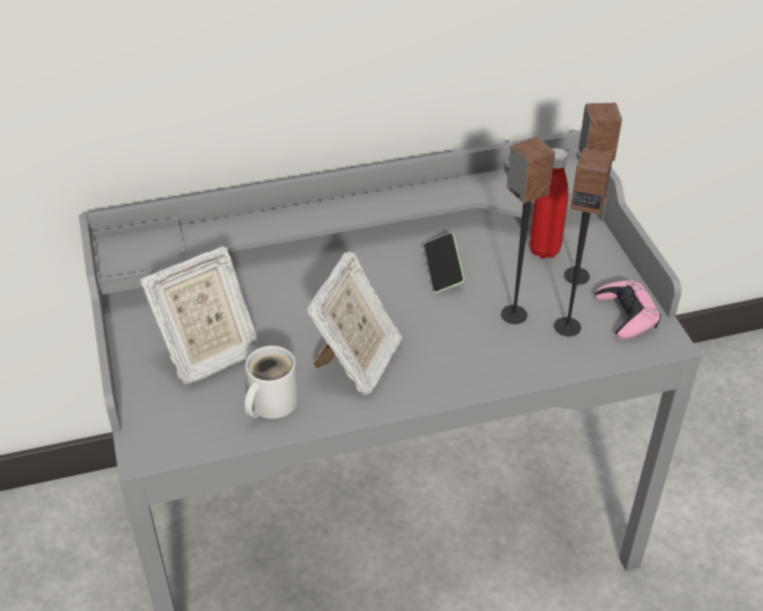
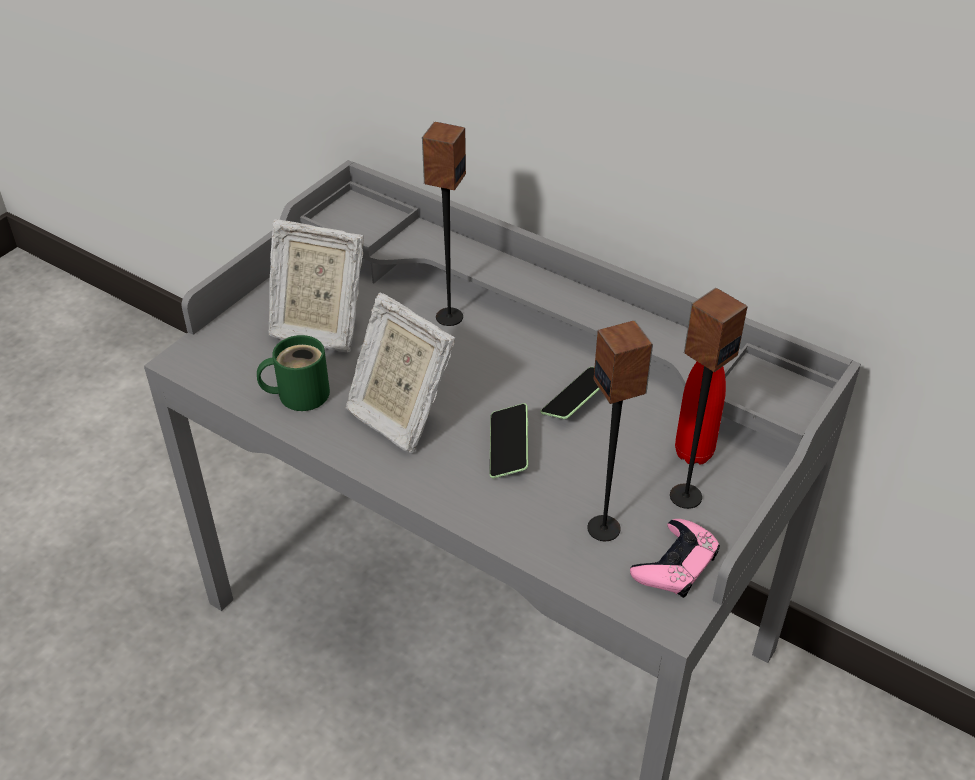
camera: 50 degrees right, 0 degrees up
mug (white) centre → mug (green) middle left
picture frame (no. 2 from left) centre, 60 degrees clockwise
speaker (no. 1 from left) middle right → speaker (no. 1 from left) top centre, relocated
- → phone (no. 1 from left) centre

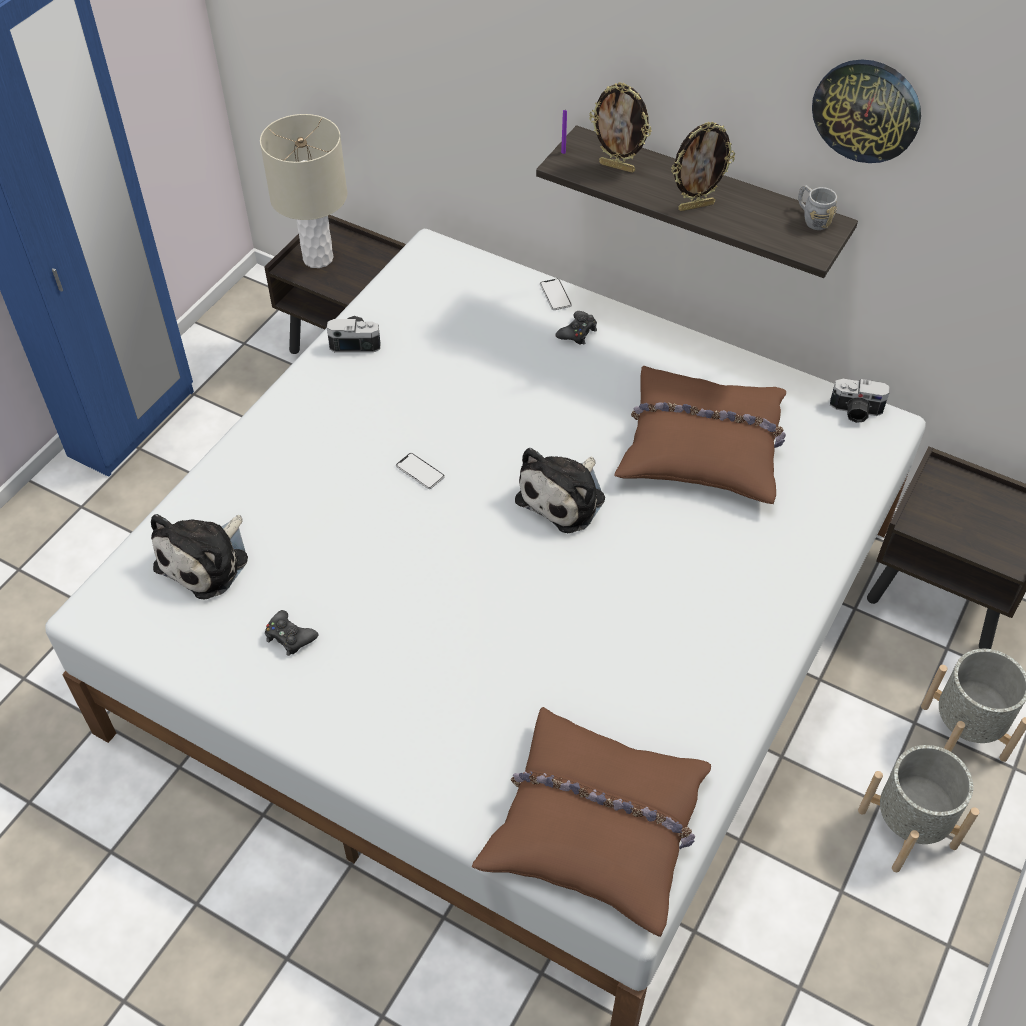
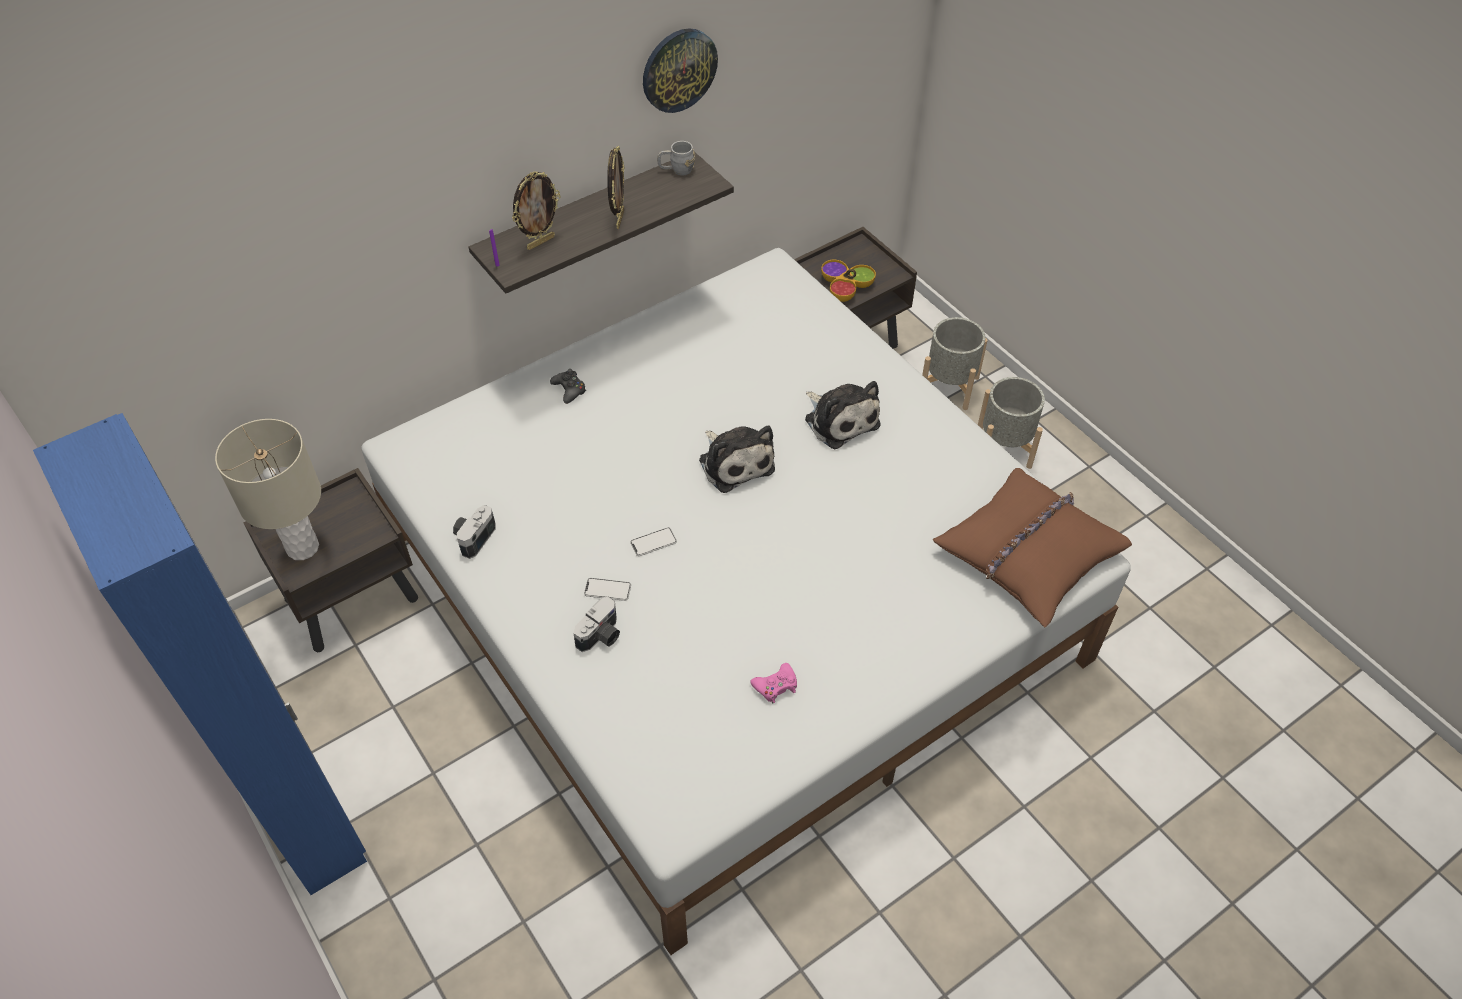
camera: 65 degrees left, 0 degrees up
plush toy (no. 1 from left in the first image) middle left → plush toy (no. 2 from left) centre, relocated
game controller (black) (no. 1 from left) middle left → game controller (pink) bottom centre
phone (no. 2 from left in the first image) top centre → phone (no. 1 from left) centre, relocated
pillow (brown) (no. 2 from left) middle right → -
photo camera (no. 2 from left) middle right → photo camera (no. 2 from left) centre, relocated
- → bowl top centre

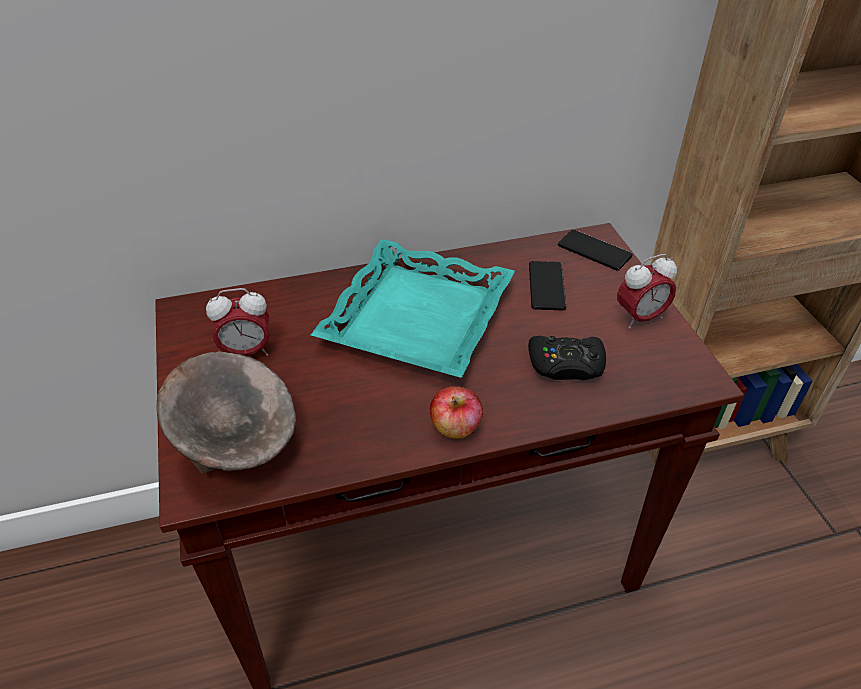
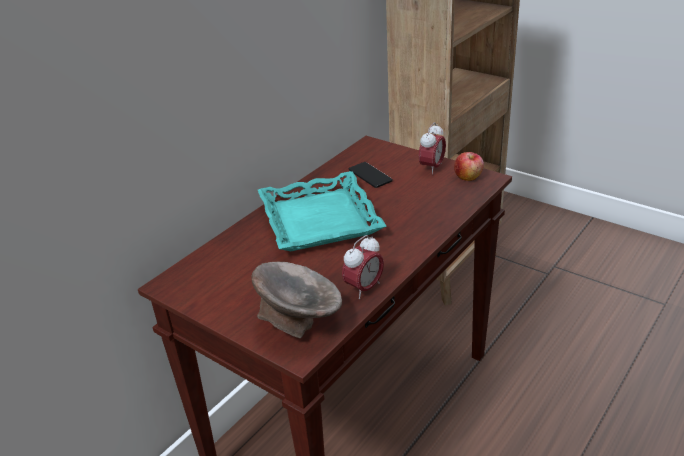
camera: 35 degrees left, 10 degrees down
alarm clock (no. 1 from left) middle left → alarm clock (no. 1 from left) centre, relocated
apple centre → apple middle right, relocated
game controller (black) centre → -
phone (no. 2 from left) middle right → -

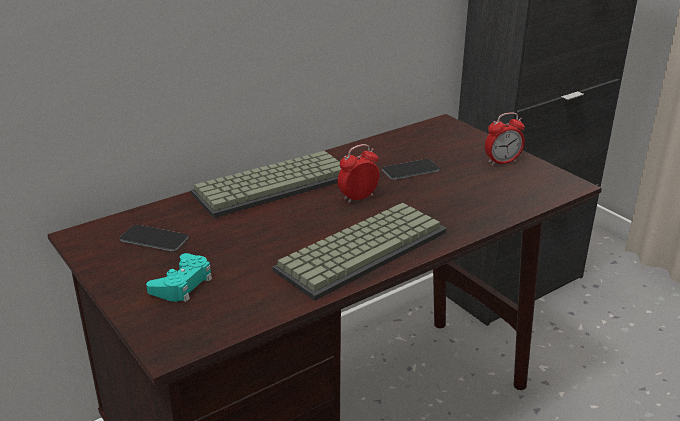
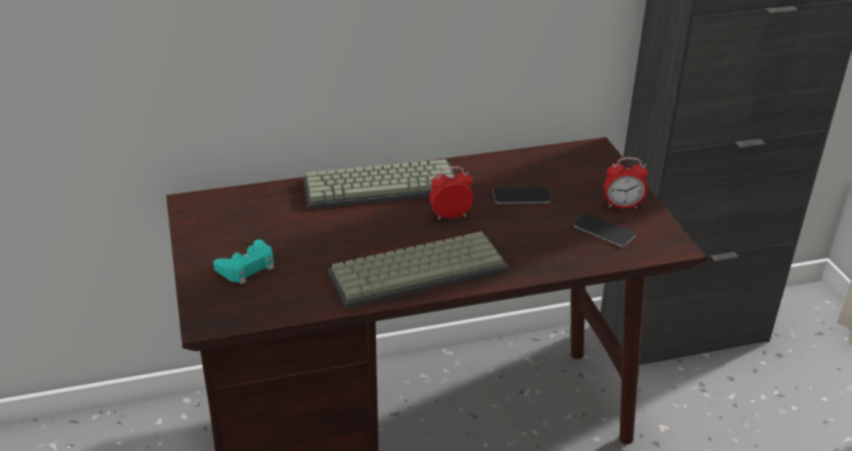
camera: 20 degrees right, 5 degrees up
phone (no. 1 from left in the first image) middle left → phone (no. 2 from left) middle right, relocated

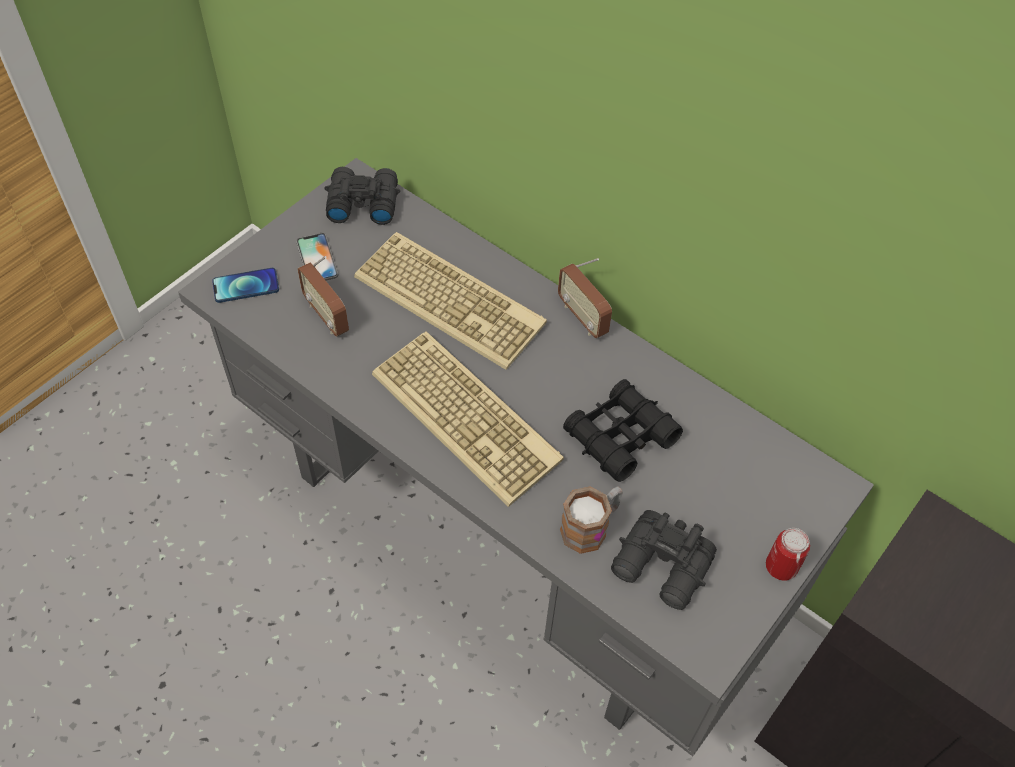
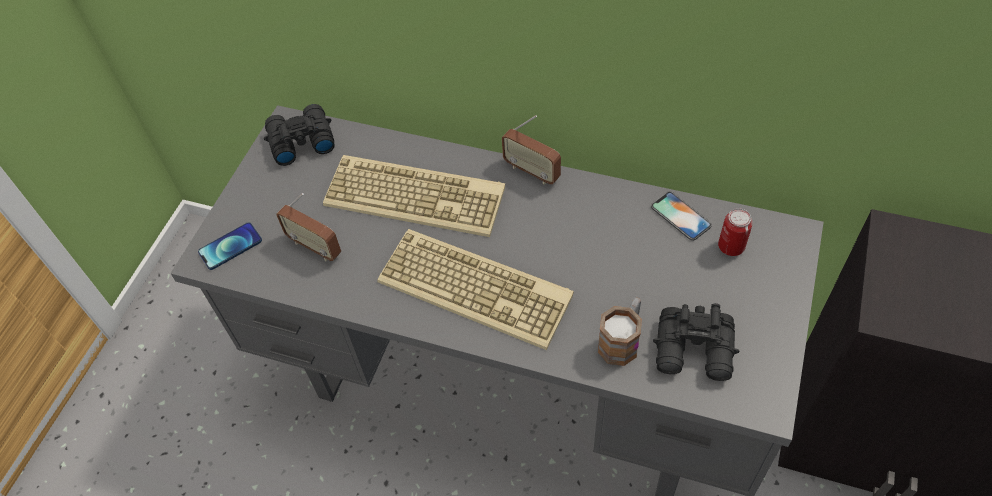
camera: 15 degrees left, 0 degrees up
phone (no. 2 from left) middle left → phone (no. 2 from left) middle right, relocated
binoculars (black) (no. 2 from left) centre → -
can bottom right → can middle right, relocated

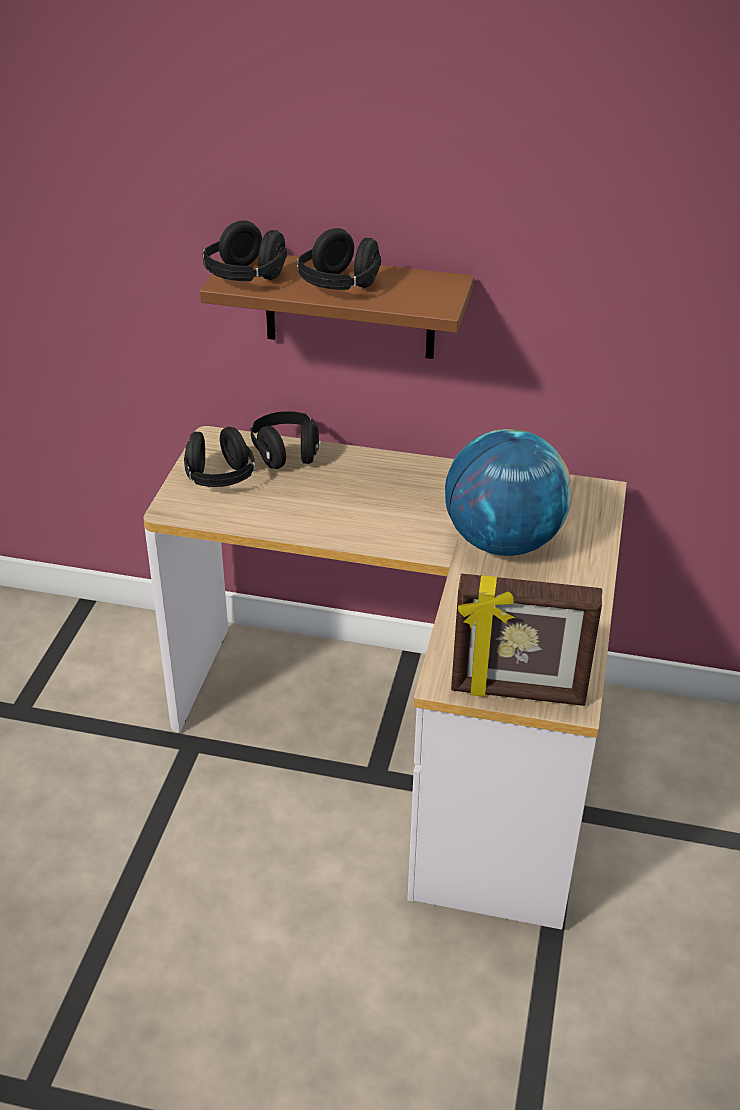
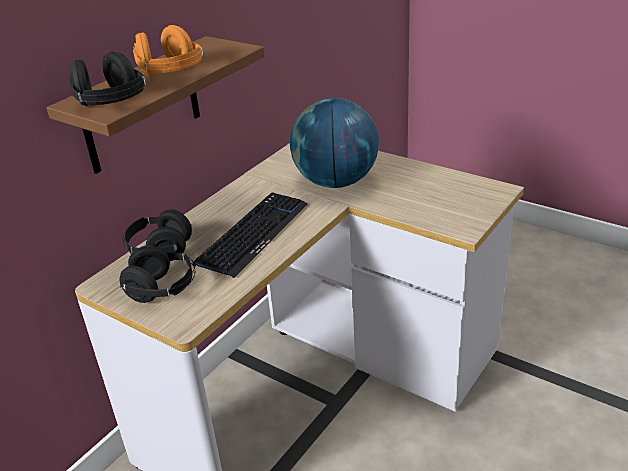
camera: 65 degrees left, 5 degrees down
headphones (black) (no. 4 from left) top centre → headphones (orange) top left
picture frame middle right → -
- → keyboard centre

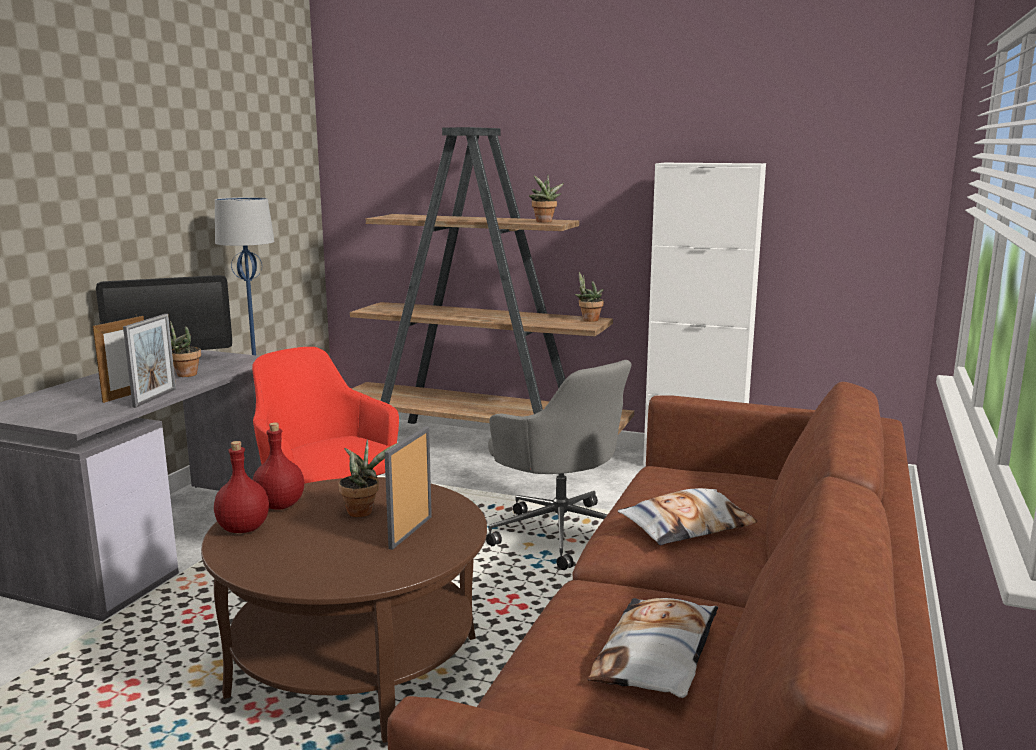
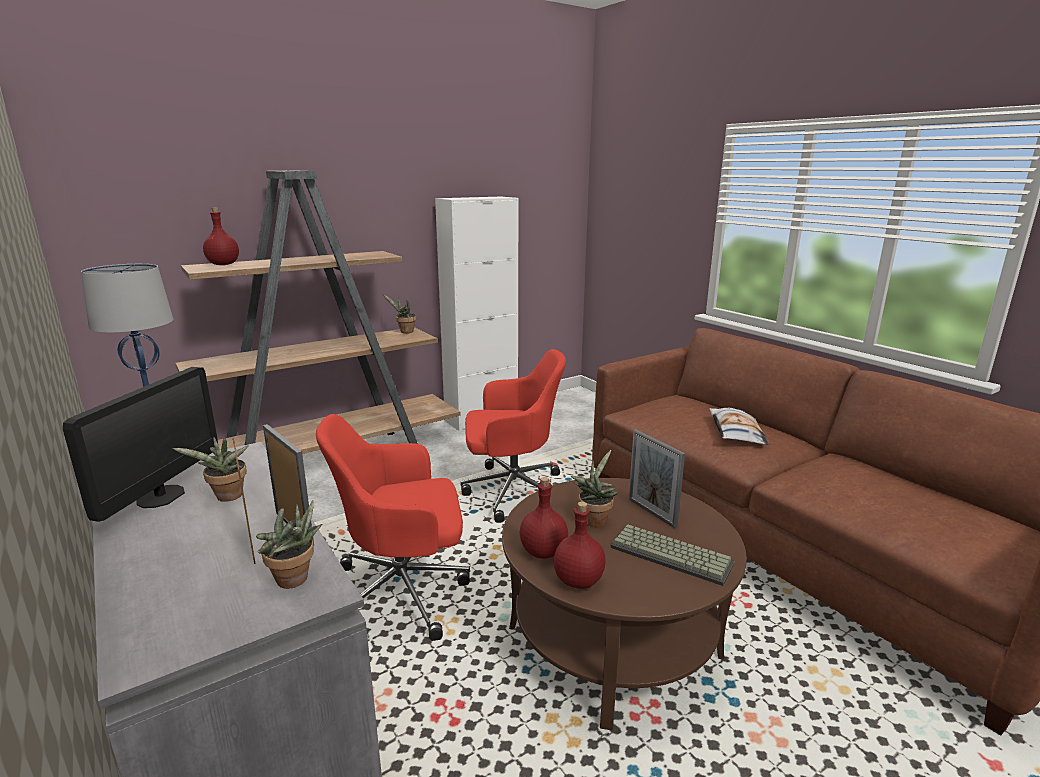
camera: 55 degrees left, 5 degrees up
office chair (grey) centre → office chair (red) (no. 2 from left) centre
potted plant (no. 3 from left in the first image) top centre → potted plant (no. 2 from left) bottom left, relocated
pillow (no. 1 from left) bottom centre → -
- → bottle (red) (no. 1 from left) top left
- → keyboard bottom centre

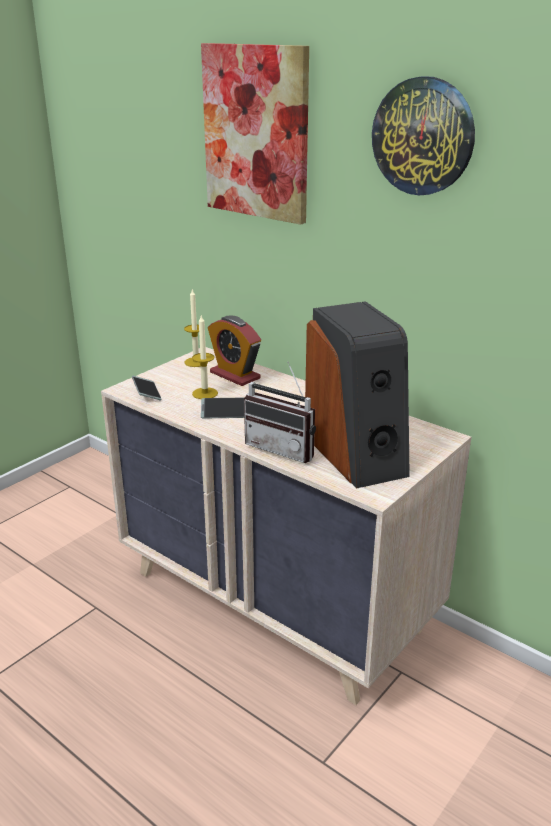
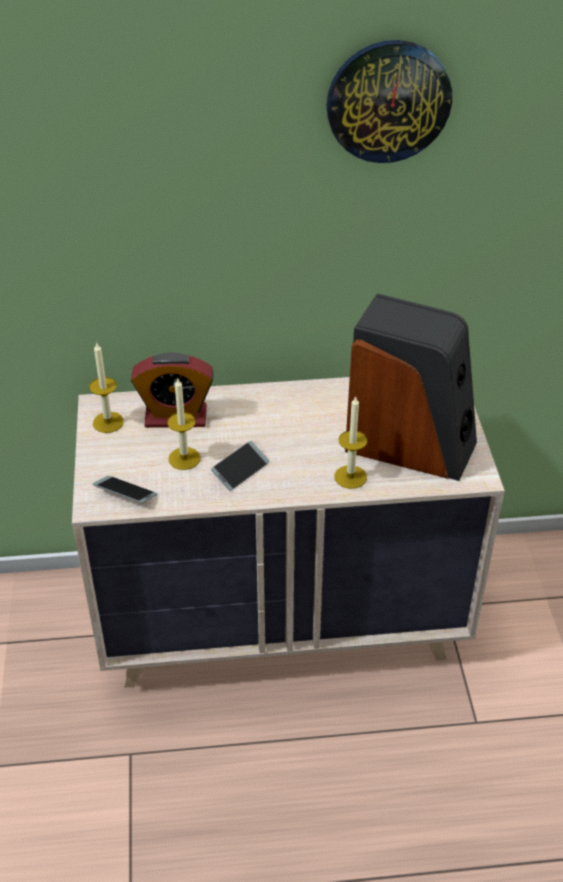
camera: 45 degrees left, 15 degrees up
picture top centre → -
radio centre → candle (no. 3 from left) centre

